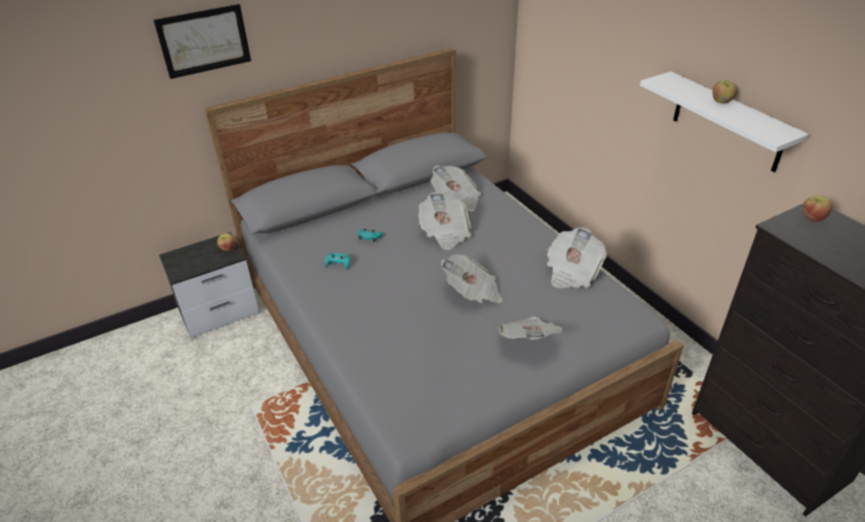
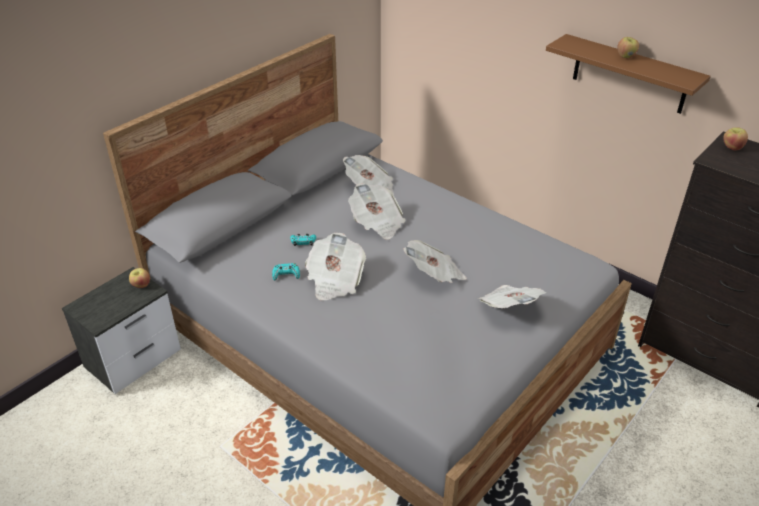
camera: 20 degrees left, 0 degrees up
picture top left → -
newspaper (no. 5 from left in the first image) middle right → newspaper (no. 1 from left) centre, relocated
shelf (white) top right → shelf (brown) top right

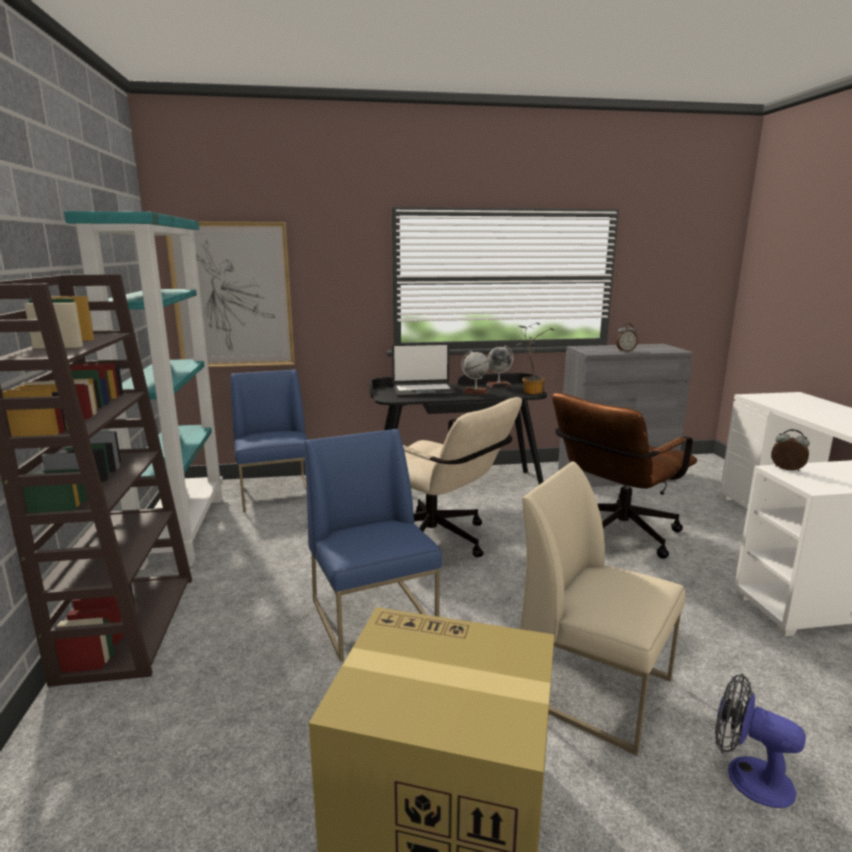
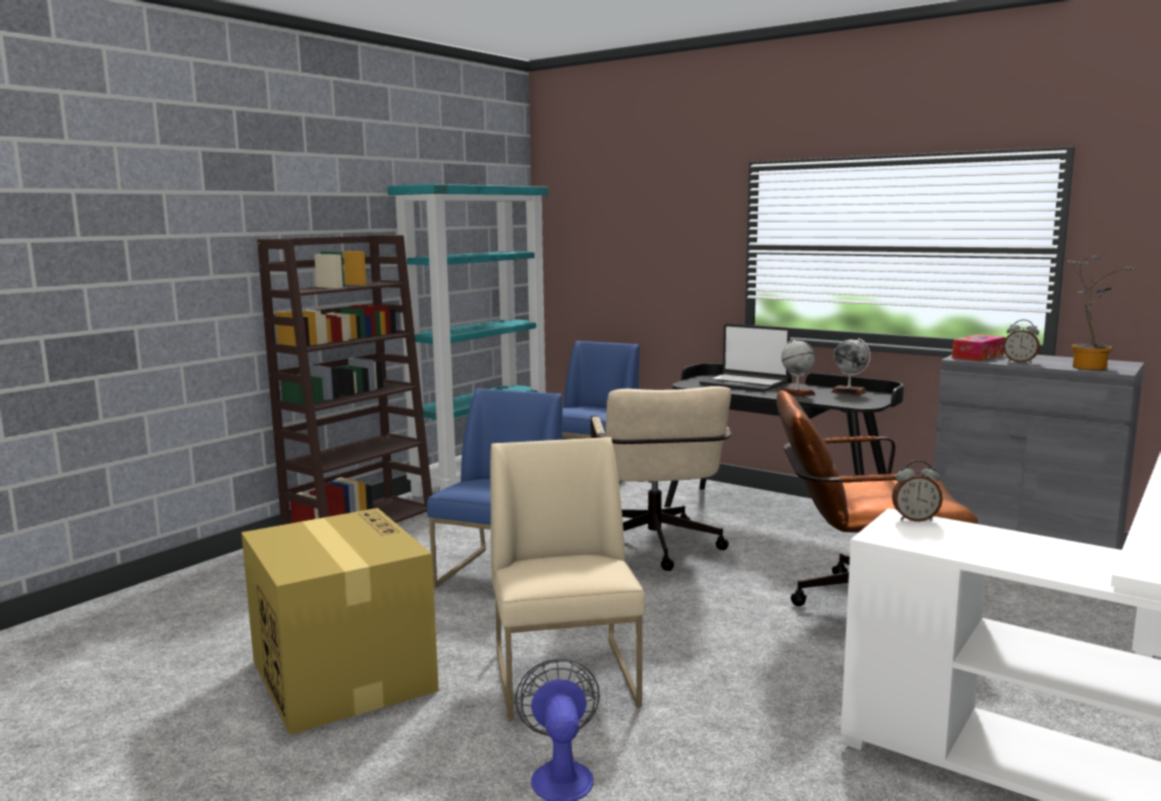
camera: 45 degrees right, 5 degrees down
picture middle left → -
potted plant centre → potted plant middle right, relocated
alarm clock (no. 2 from left in the first image) middle right → alarm clock (no. 1 from left) middle right, 105 degrees clockwise
- → tissue box middle right

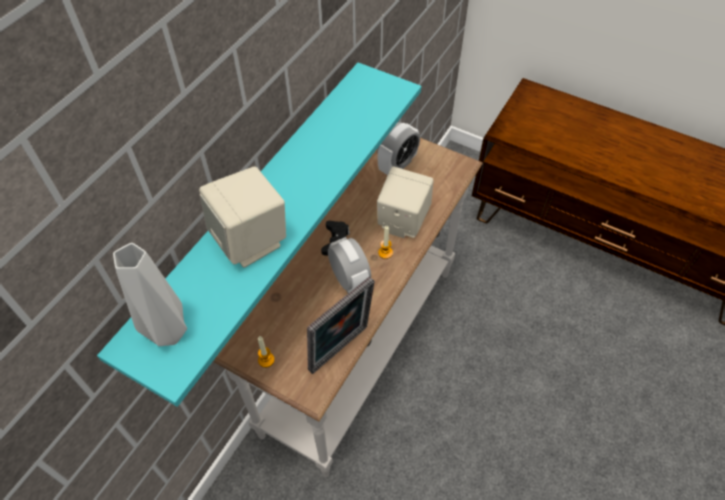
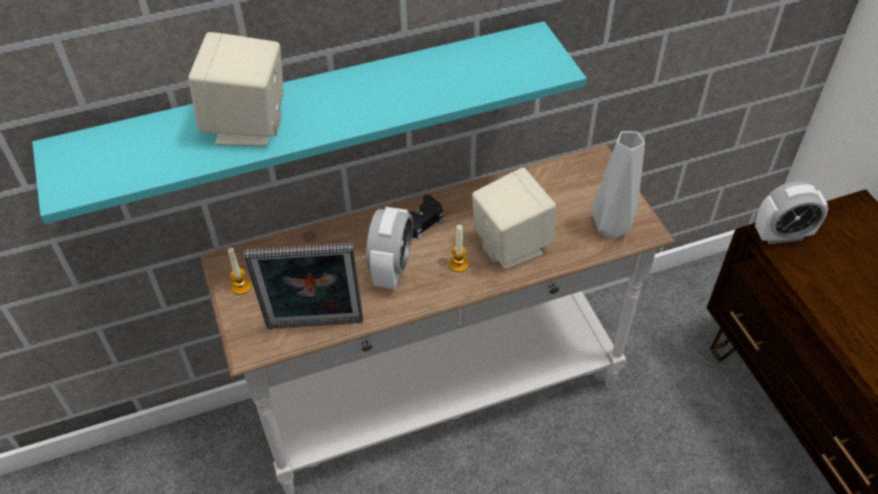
camera: 40 degrees right, 5 degrees down
vase (grey) middle left → vase (grey) middle right, relocated
alarm clock (no. 2 from left) top centre → alarm clock (no. 2 from left) middle right, relocated

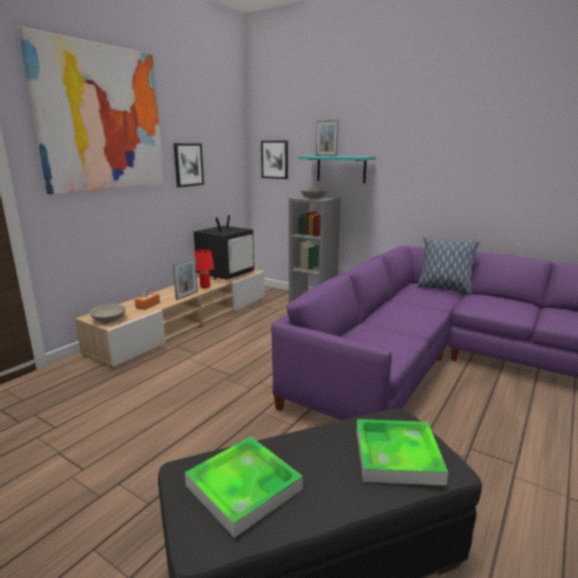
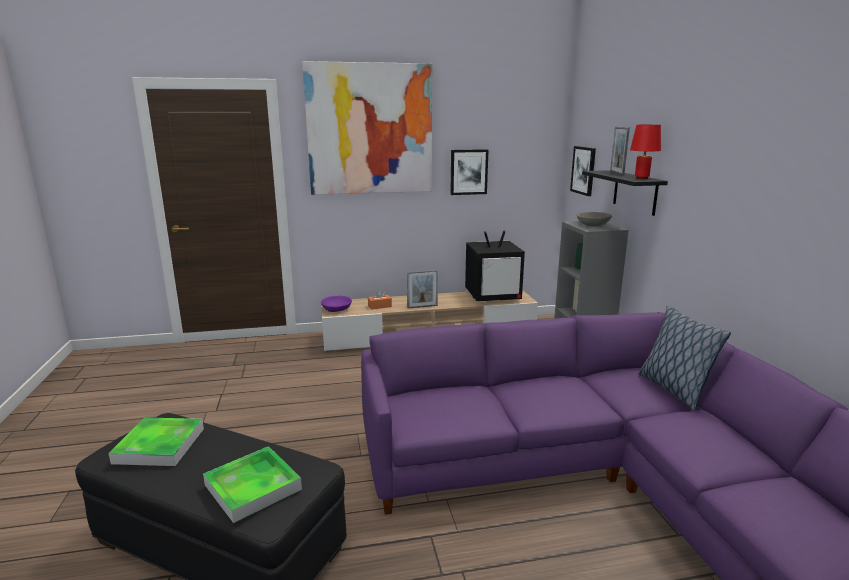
camera: 45 degrees right, 0 degrees up
bowl (grey) (no. 1 from left) middle left → bowl (purple) centre
table lamp (red) centre → table lamp (red) top right, relocated
shelf (turquoise) top centre → shelf (black) top right

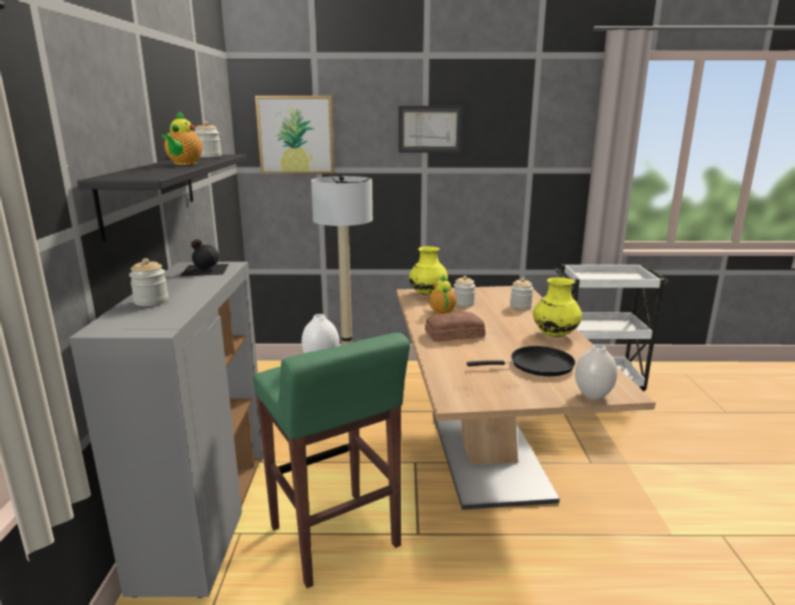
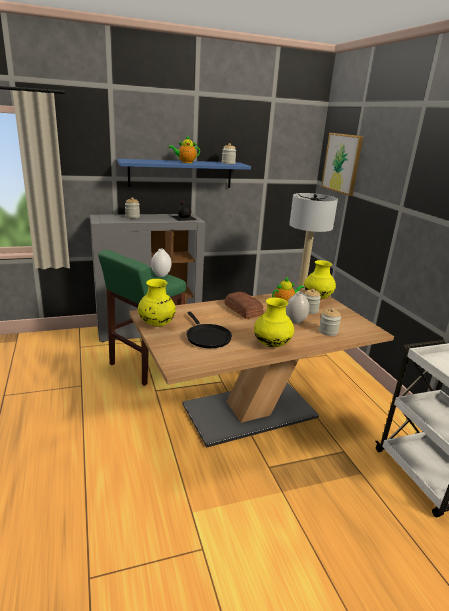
camera: 70 degrees right, 5 degrees up
shelf (black) top left → shelf (blue) top centre
picture (no. 2 from left) top centre → -
vase (white) (no. 2 from left) middle right → vase (white) (no. 2 from left) centre, relocated
- → vase (yellow) (no. 1 from left) centre

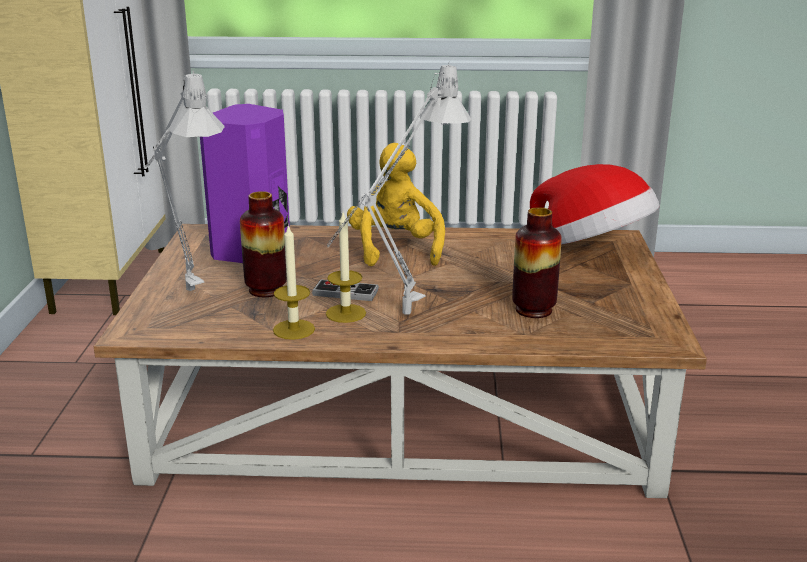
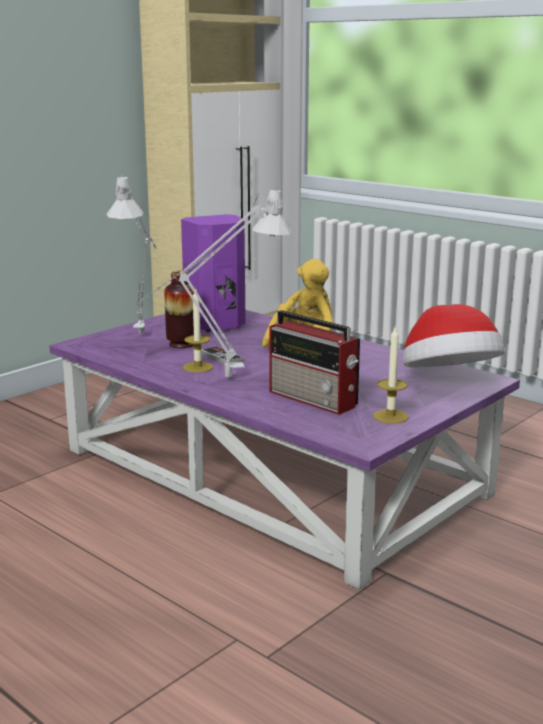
camera: 40 degrees right, 5 degrees down
coffee table (brown) centre → coffee table (purple) centre
candle (no. 1 from left in the first image) centre → candle (no. 2 from left) middle right, relocated
vase (no. 2 from left) centre → radio centre

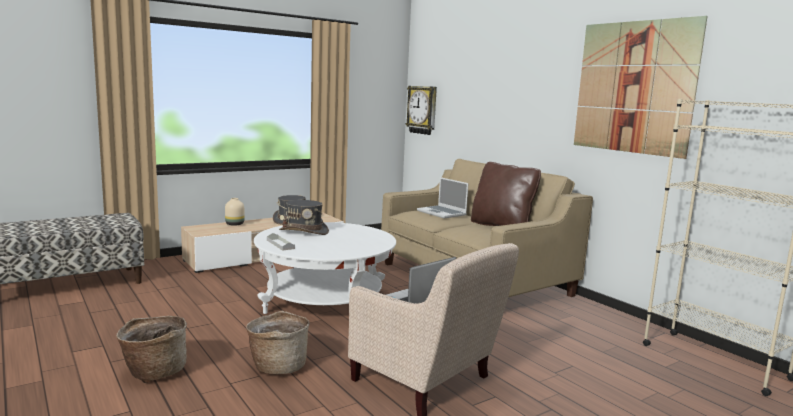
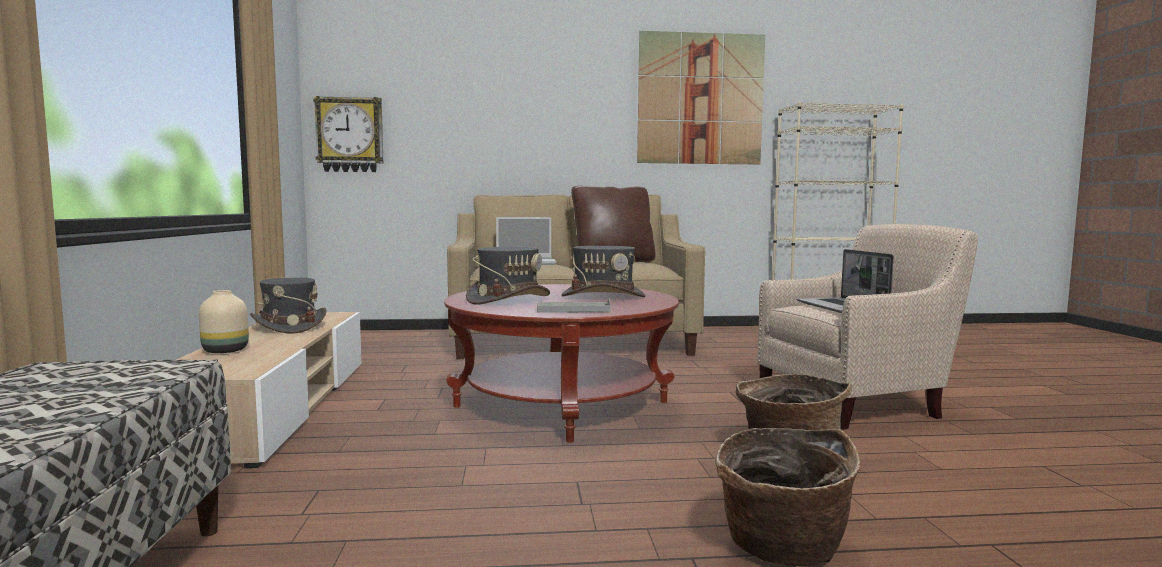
camera: 60 degrees left, 5 degrees down
coffee table (white) centre → coffee table (red) centre
- → hat (grey) (no. 3 from left) centre

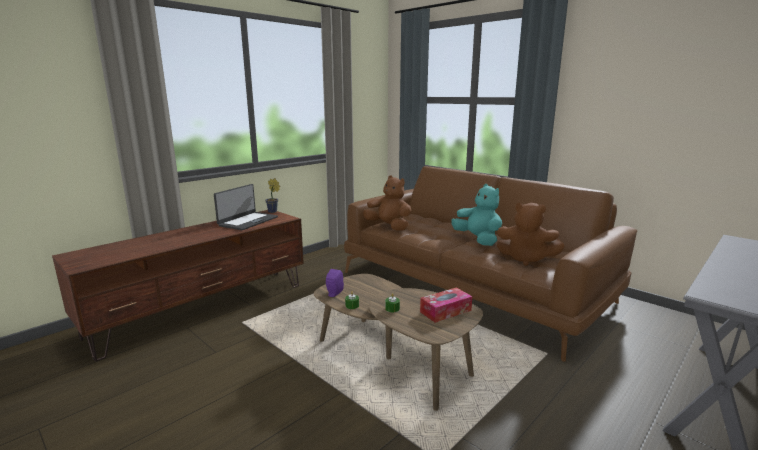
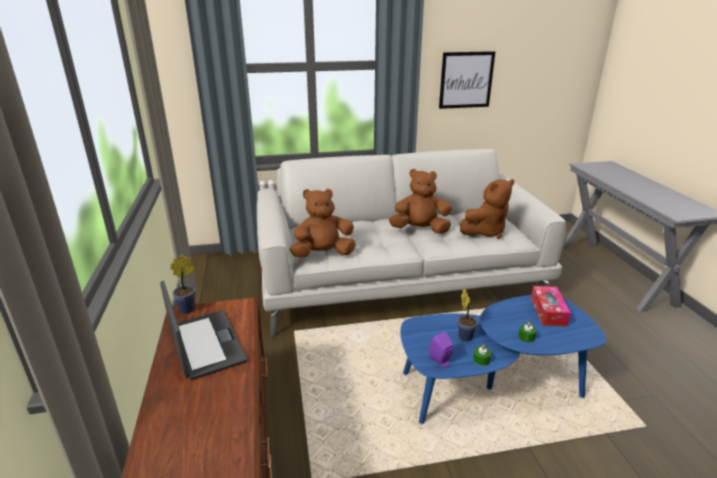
camera: 55 degrees left, 10 degrees up
coffee table (brown) bottom centre → coffee table (blue) bottom right
sofa (brown) centre → sofa (white) centre
plush toy (turquoise) centre → plush toy (brown) (no. 2 from left) centre
- → picture top centre
- → potted plant (no. 2 from left) centre

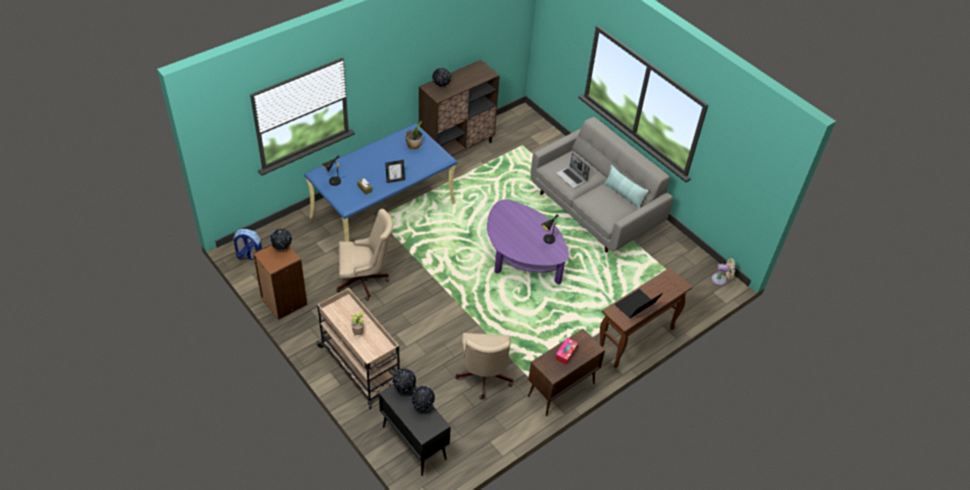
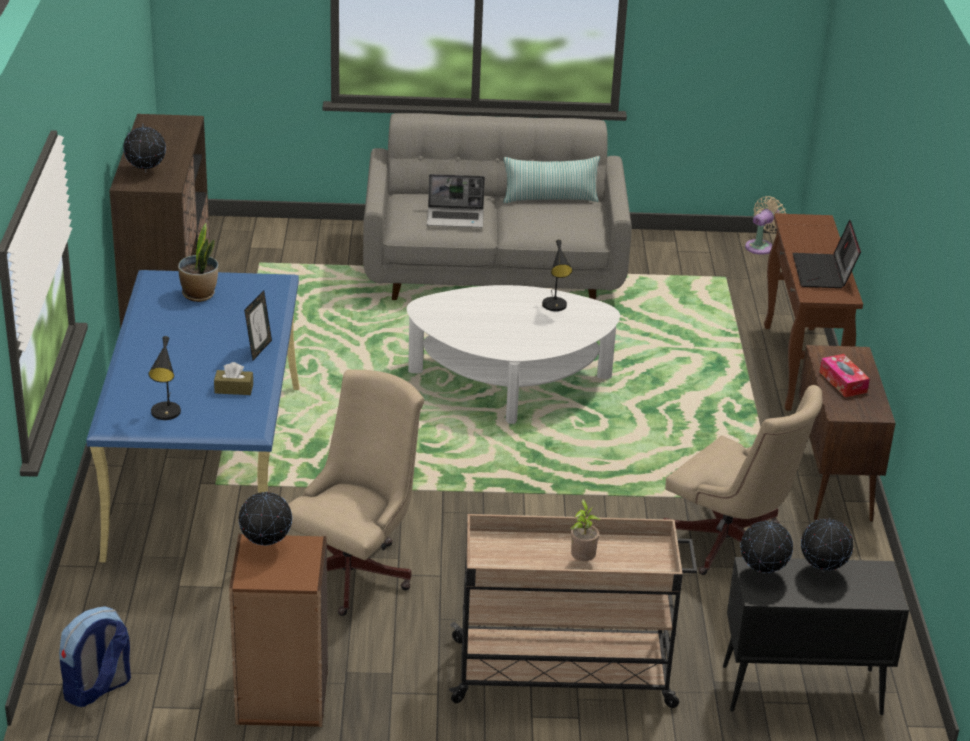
camera: 50 degrees left, 15 degrees down
coffee table (purple) centre → coffee table (white) centre

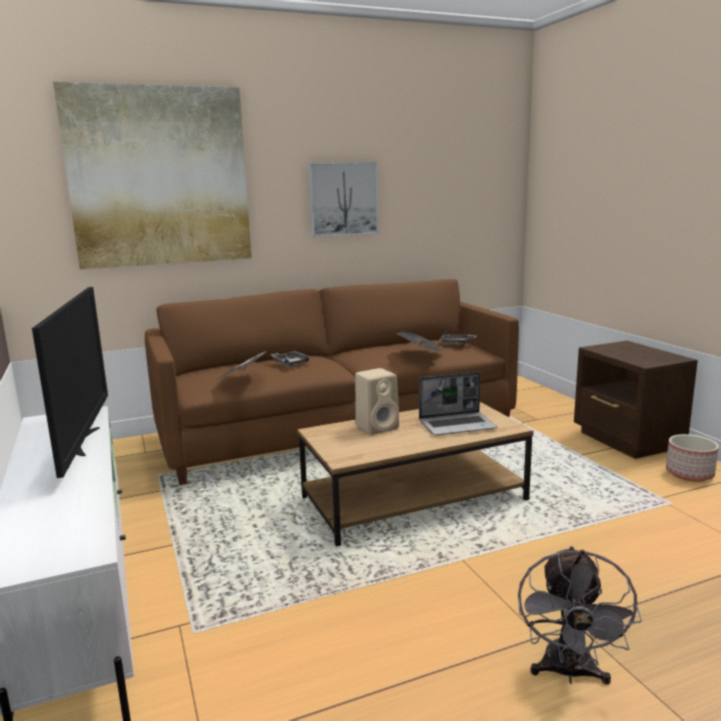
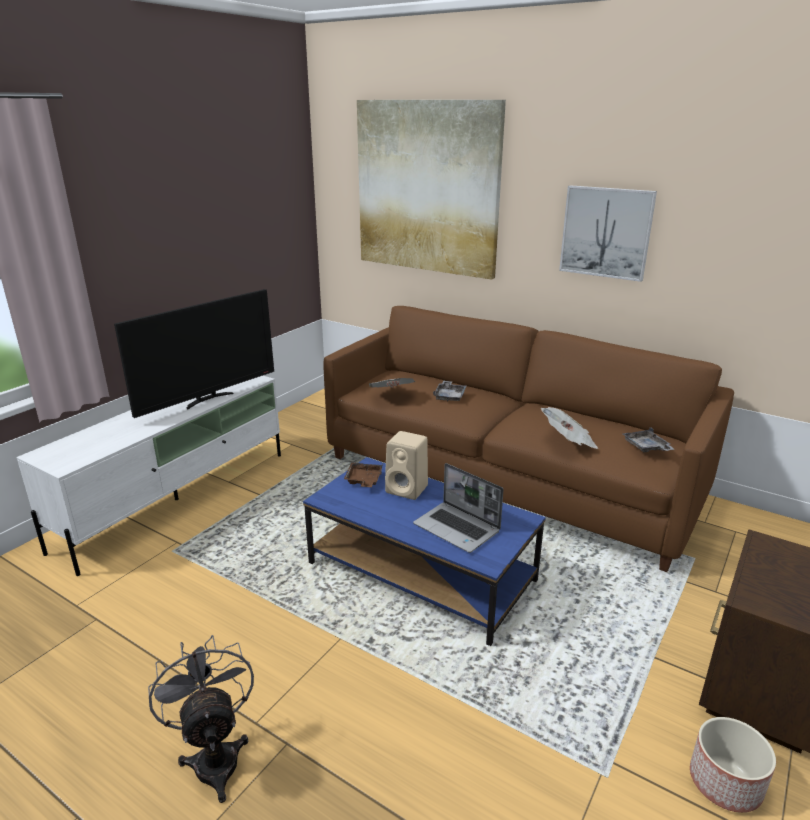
camera: 55 degrees right, 10 degrees up
coffee table (brown) centre → coffee table (blue) bottom centre
fan (grey) bottom right → fan (grey) bottom left, 90 degrees clockwise
- → tray (brown) centre

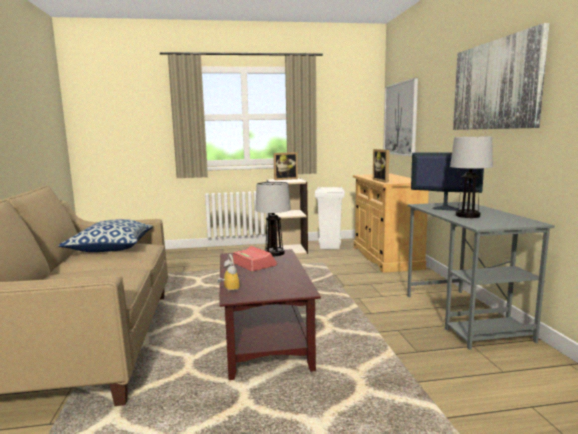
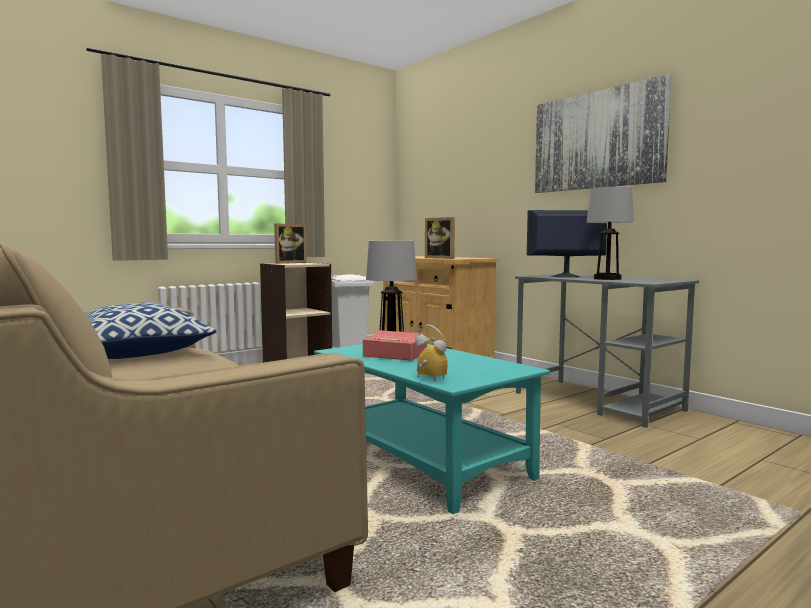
camera: 30 degrees left, 5 degrees down
coffee table (brown) bottom centre → coffee table (turquoise) bottom centre
picture (no. 1 from left) top right → -

